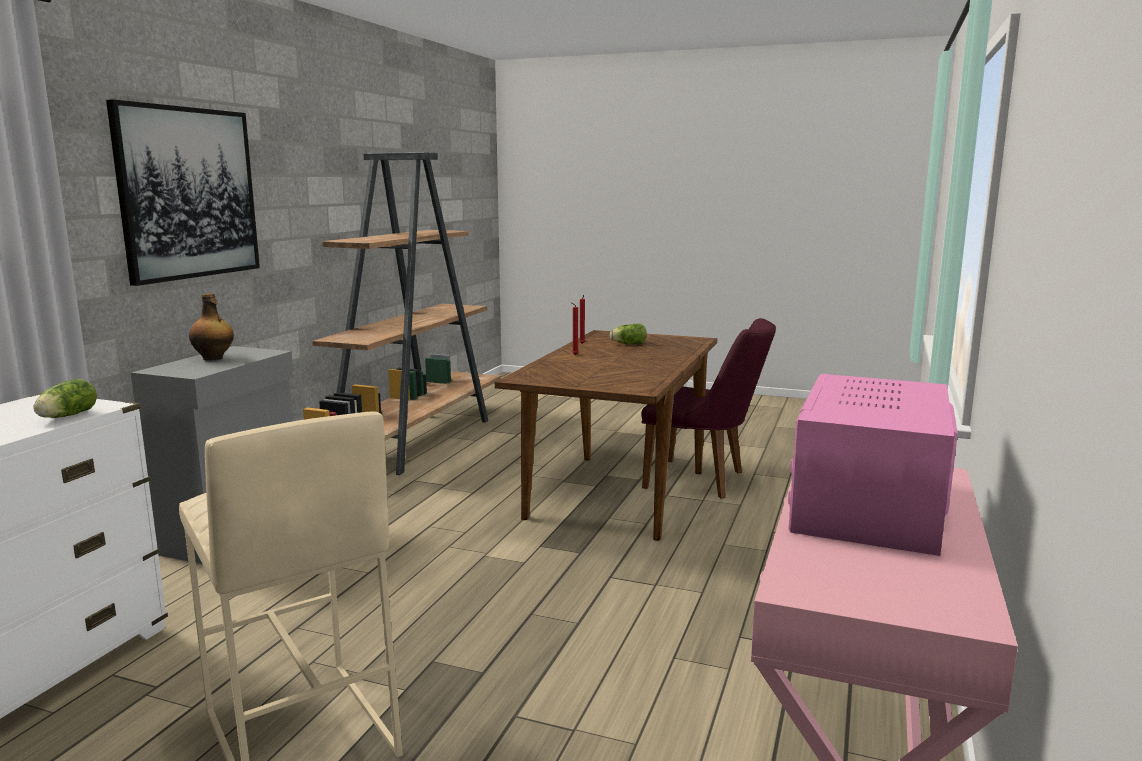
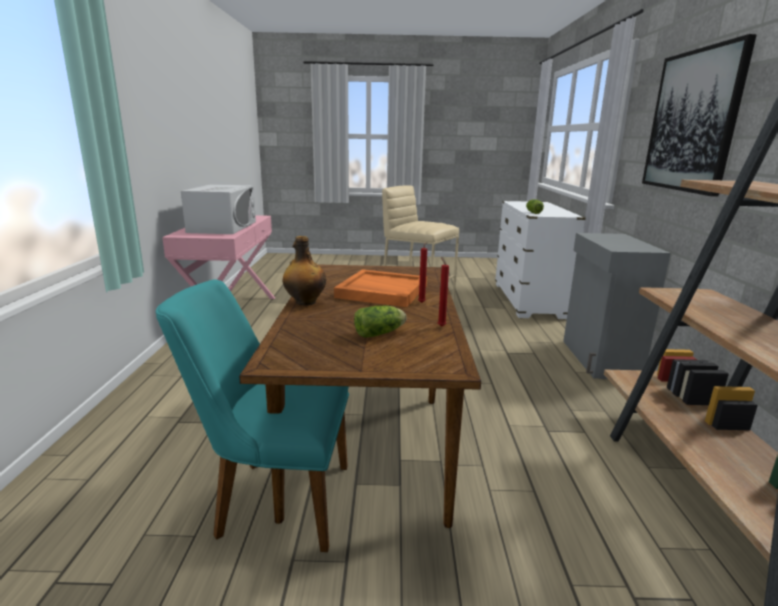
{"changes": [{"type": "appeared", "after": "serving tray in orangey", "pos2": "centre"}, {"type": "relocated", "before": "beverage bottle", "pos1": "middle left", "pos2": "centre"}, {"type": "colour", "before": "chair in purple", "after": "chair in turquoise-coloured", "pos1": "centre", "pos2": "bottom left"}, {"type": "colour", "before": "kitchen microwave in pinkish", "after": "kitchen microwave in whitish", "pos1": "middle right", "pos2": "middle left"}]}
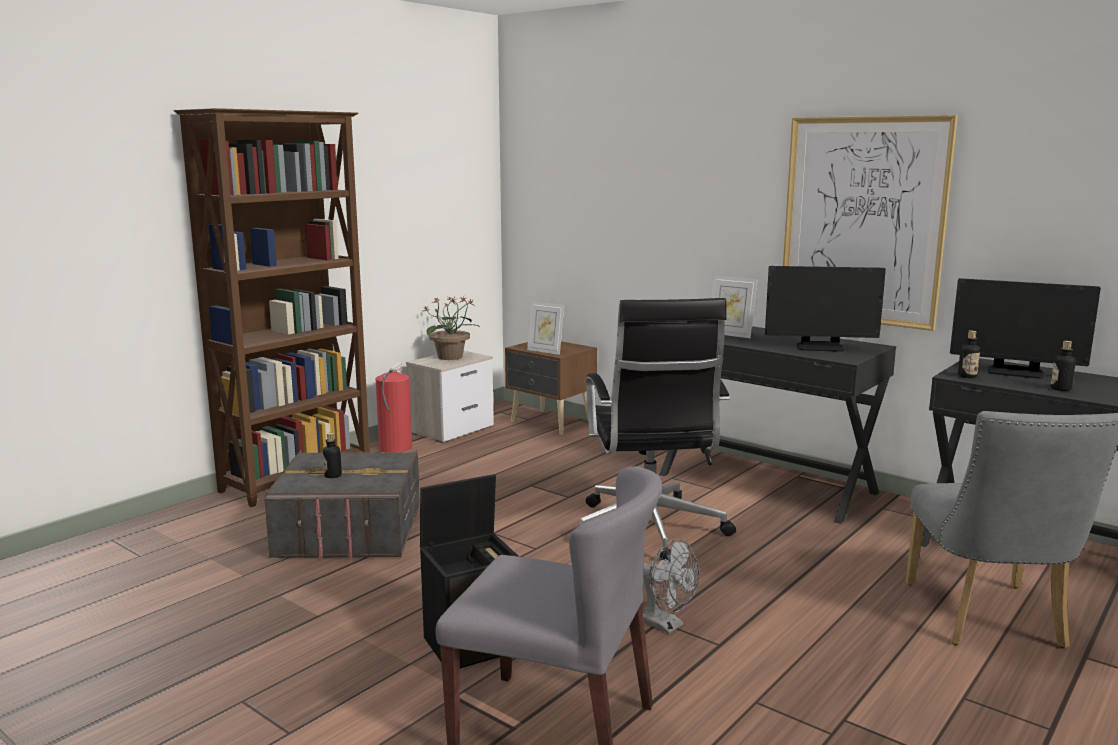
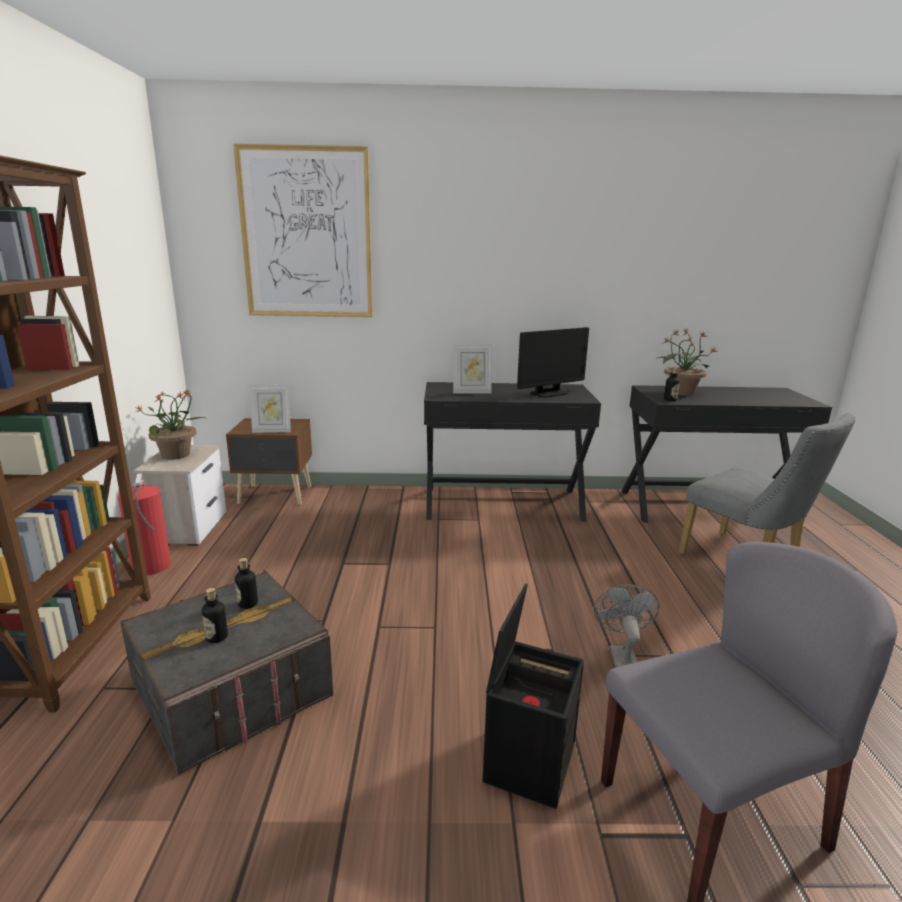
{"changes": [{"type": "missing", "before": "desk chair in blackish", "pos1": "centre"}, {"type": "relocated", "before": "wall picture", "pos1": "top right", "pos2": "top centre"}, {"type": "relocated", "before": "beverage bottle (no. 3 from left in the first image)", "after": "beverage bottle (no. 2 from left)", "pos1": "middle right", "pos2": "middle left"}, {"type": "exchanged", "before": "computer display (no. 2 from left)", "after": "plant in a pot (no. 2 from left)", "pos1": "middle right", "pos2": "middle right"}, {"type": "spun", "before": "cooling fan in greyish", "pos1": "bottom centre", "pos2": "bottom right", "turn": -90}]}
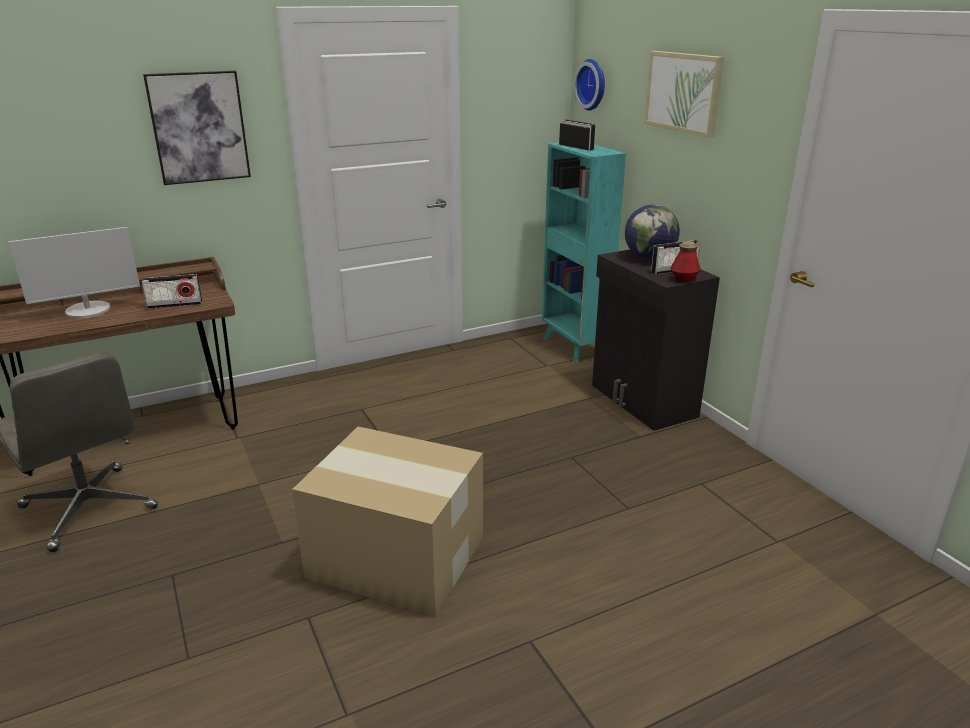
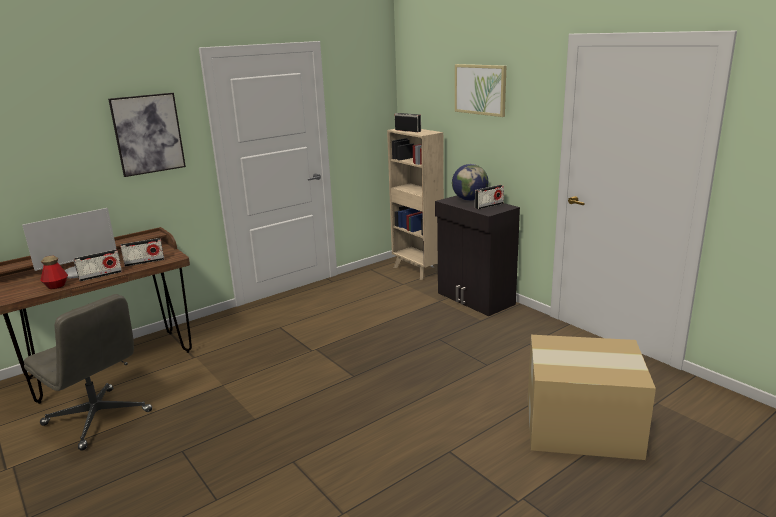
{"changes": [{"type": "missing", "before": "clock on the wall", "pos1": "top centre"}, {"type": "appeared", "after": "radio set (no. 1 from left)", "pos2": "middle left"}, {"type": "relocated", "before": "carton", "pos1": "bottom centre", "pos2": "bottom right"}, {"type": "relocated", "before": "beverage bottle", "pos1": "middle right", "pos2": "middle left"}, {"type": "colour", "before": "shelving unit in turquoise-coloured", "after": "shelving unit in beige-coloured", "pos1": "centre", "pos2": "centre"}]}
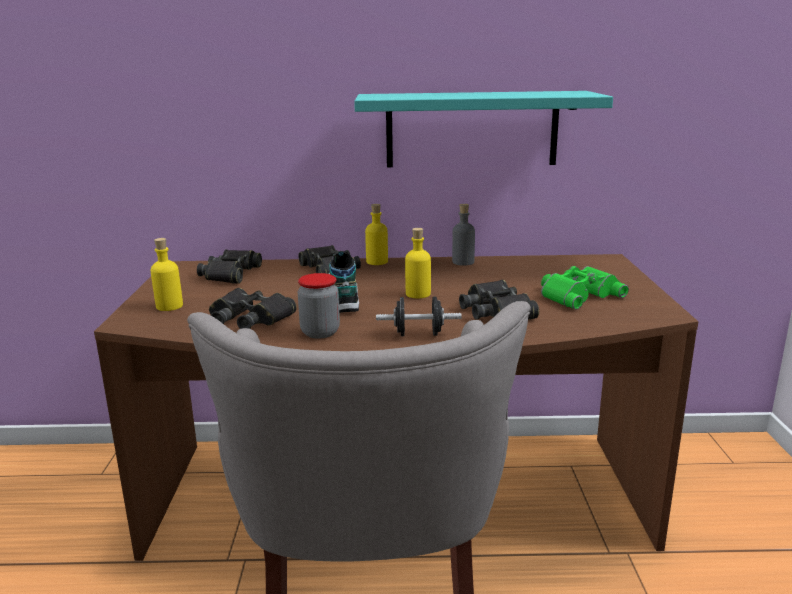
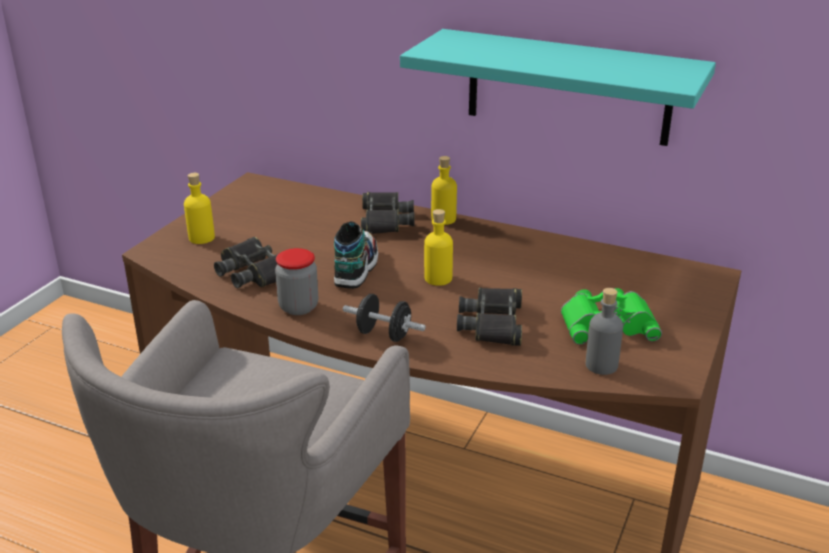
{"changes": [{"type": "missing", "before": "pair of binoculars in blackish (no. 1 from left)", "pos1": "middle left"}, {"type": "relocated", "before": "beverage bottle in greyish", "pos1": "centre", "pos2": "middle right"}]}
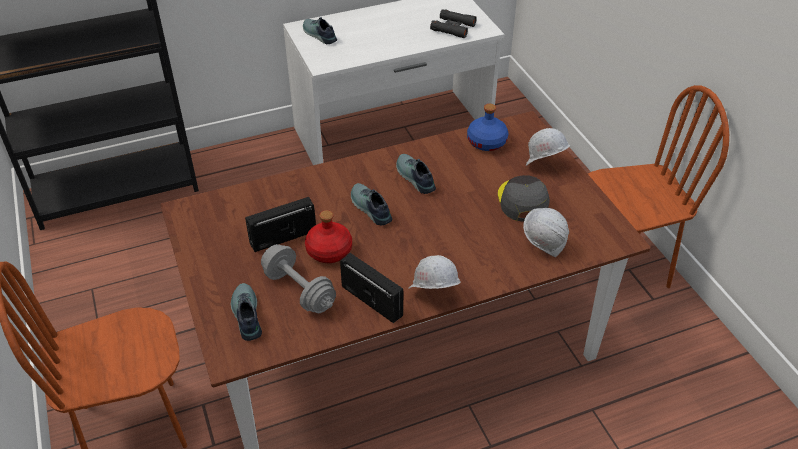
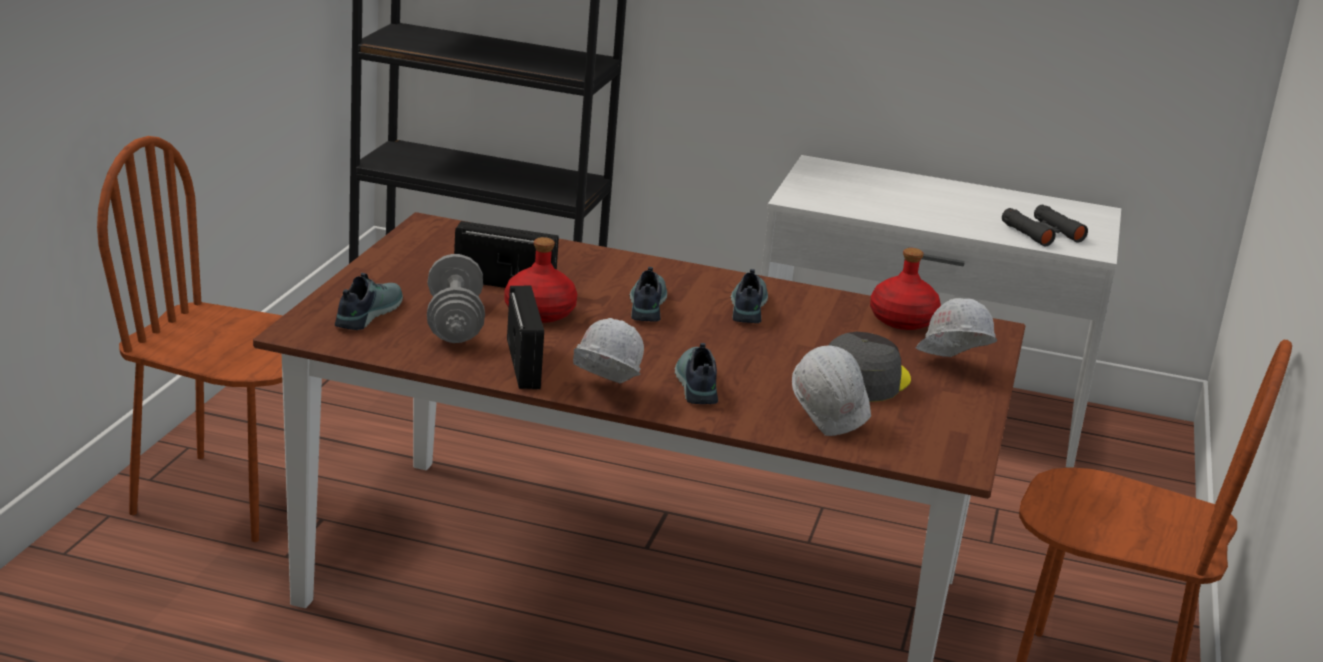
{"changes": [{"type": "relocated", "before": "item of footwear (no. 2 from left in the first image)", "after": "item of footwear (no. 3 from left)", "pos1": "top centre", "pos2": "centre"}, {"type": "colour", "before": "beverage bottle in blue", "after": "beverage bottle in red-coloured (no. 2 from left)", "pos1": "top centre", "pos2": "middle right"}]}
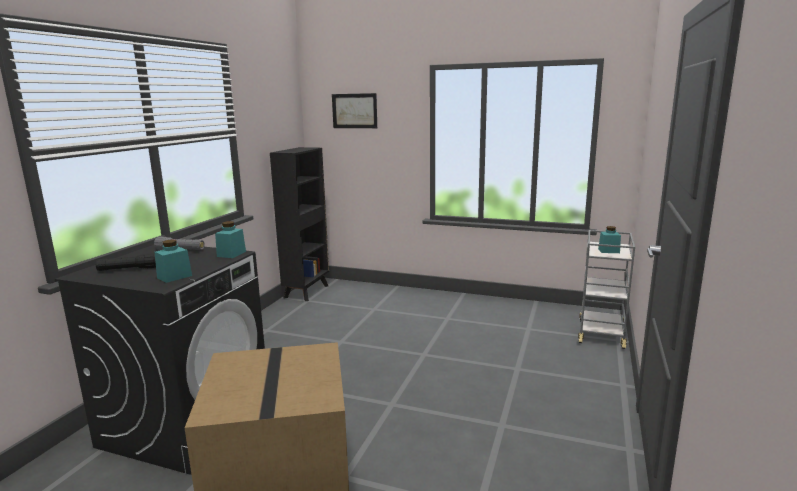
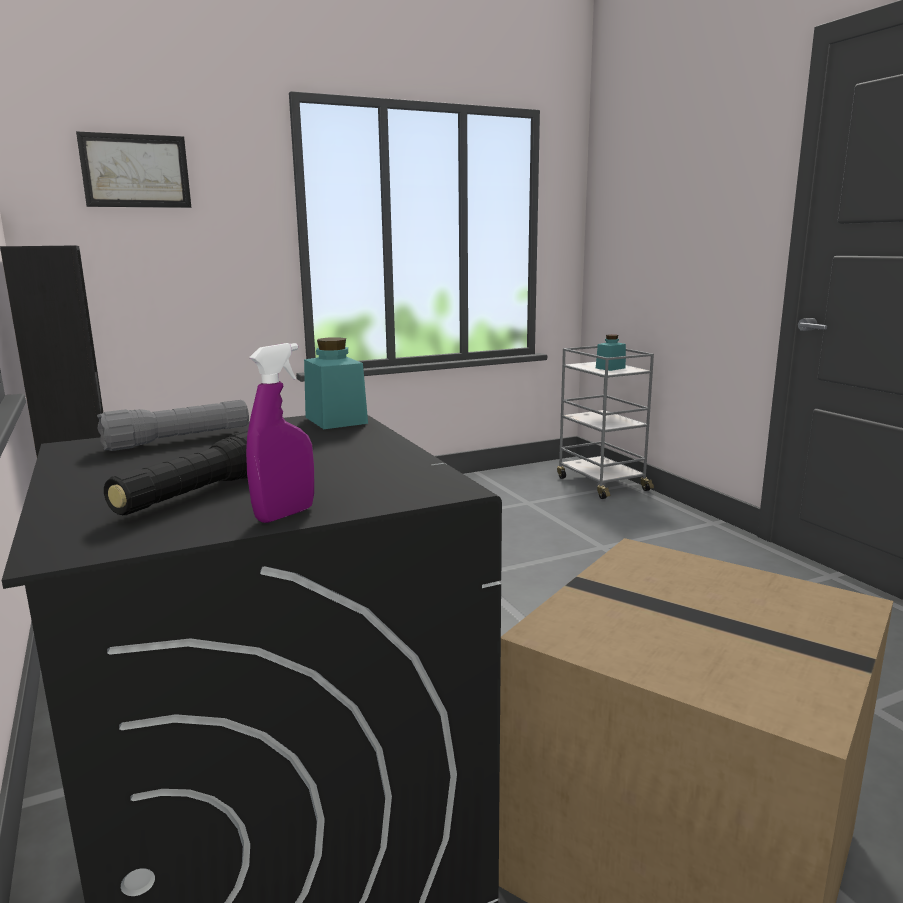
{"changes": [{"type": "missing", "before": "storage jar in turquoise-coloured (no. 1 from left)", "pos1": "middle left"}, {"type": "appeared", "after": "hand sprayer in purple", "pos2": "middle left"}]}
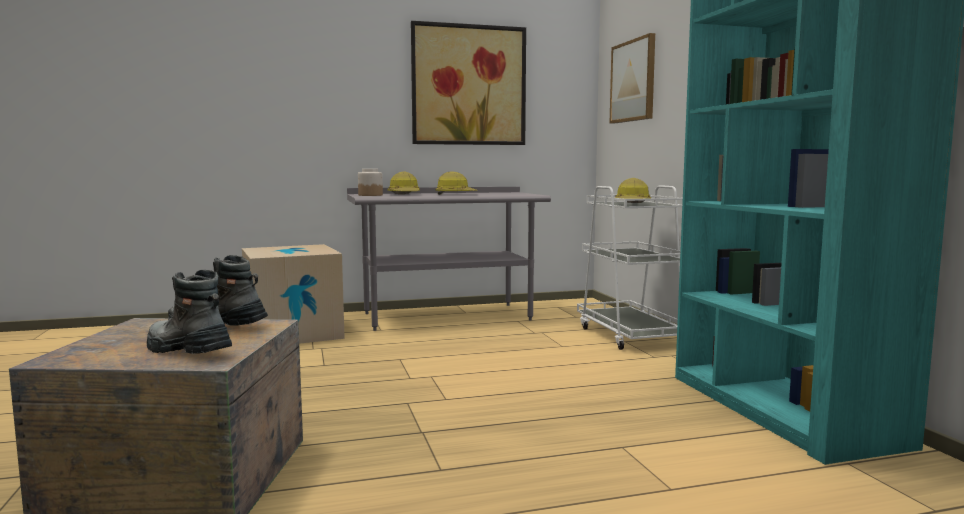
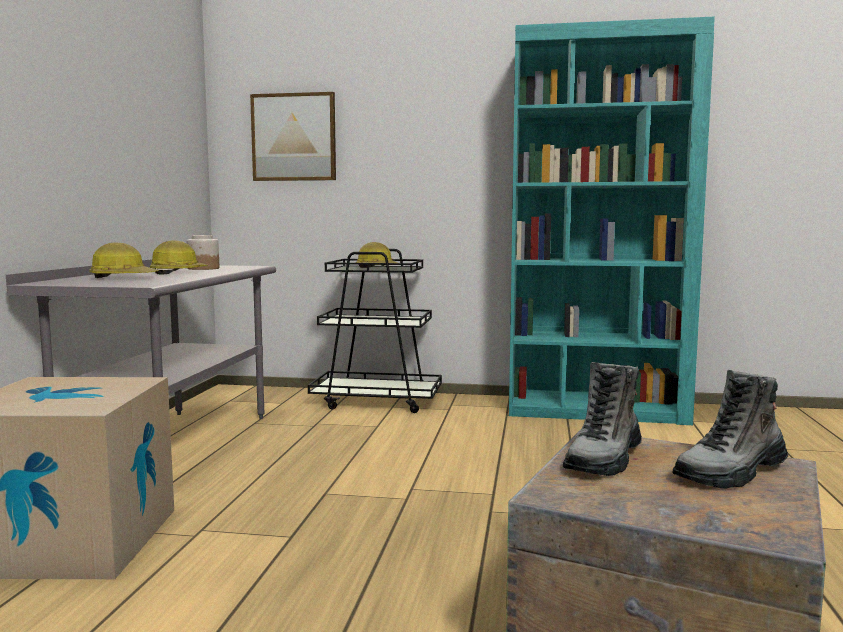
{"changes": [{"type": "missing", "before": "wall picture (no. 1 from left)", "pos1": "top centre"}, {"type": "relocated", "before": "storage jar", "pos1": "centre", "pos2": "middle left"}, {"type": "colour", "before": "trolley in whitish", "after": "trolley in blackish", "pos1": "centre", "pos2": "centre"}]}
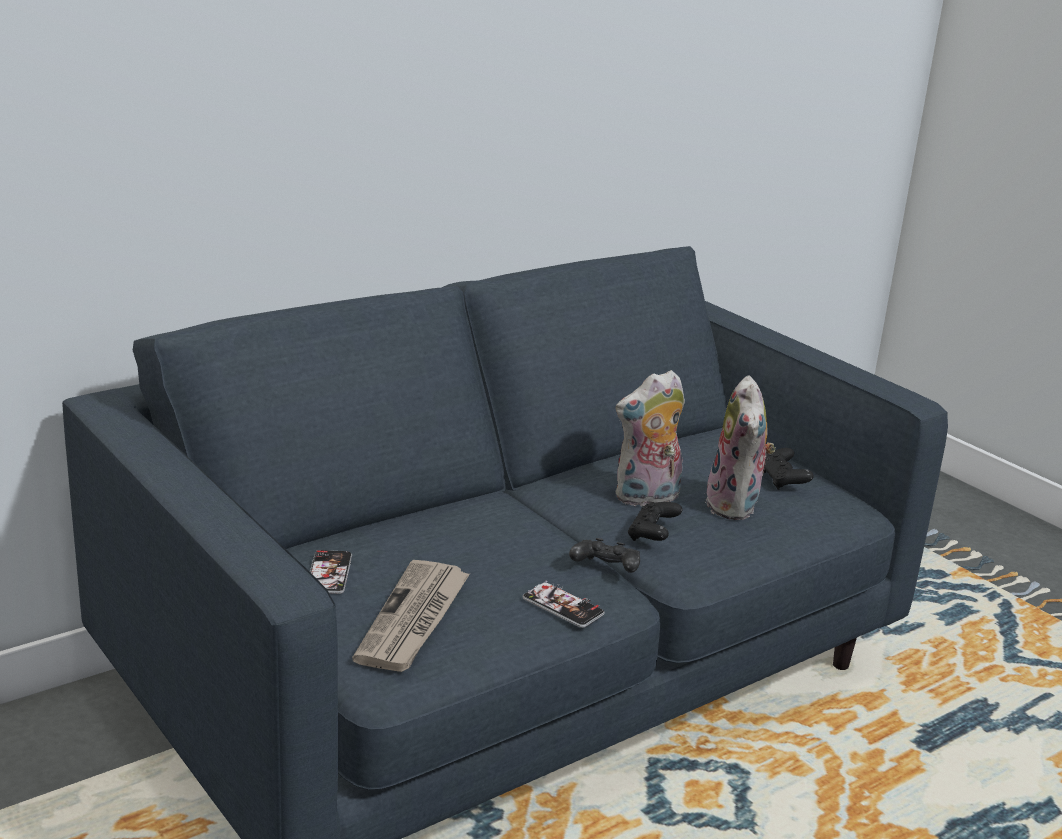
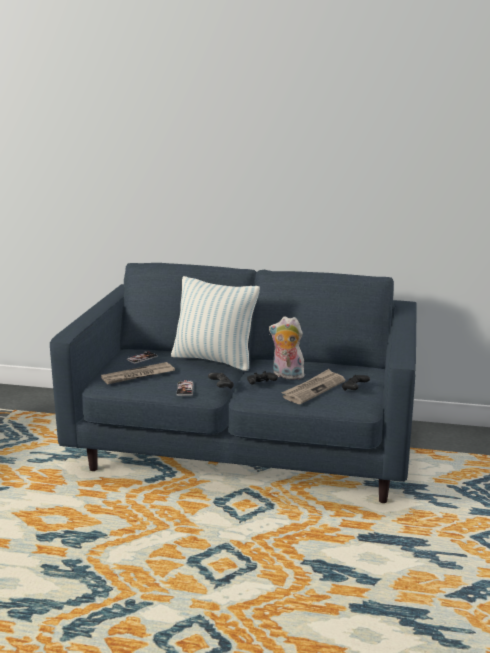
{"changes": [{"type": "appeared", "after": "cushion", "pos2": "centre"}, {"type": "exchanged", "before": "plush toy (no. 2 from left)", "after": "newspaper (no. 2 from left)", "pos1": "middle right", "pos2": "centre"}]}
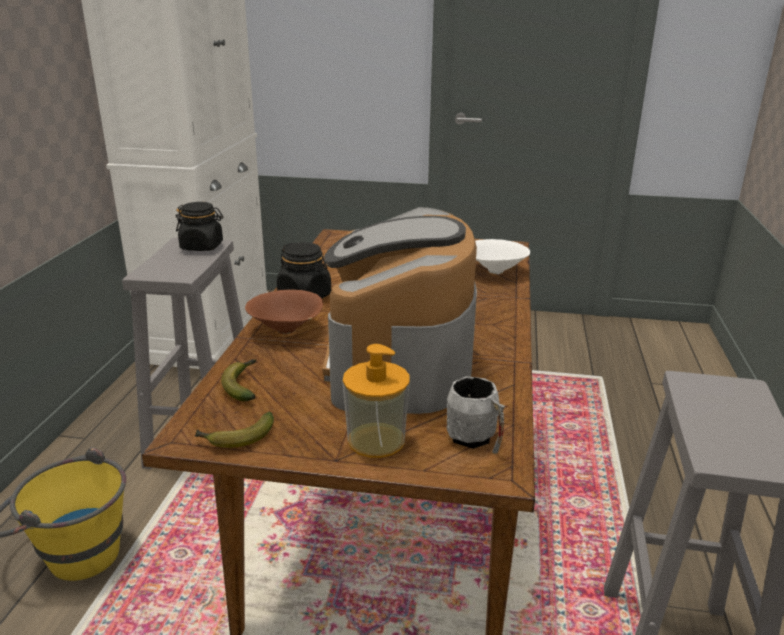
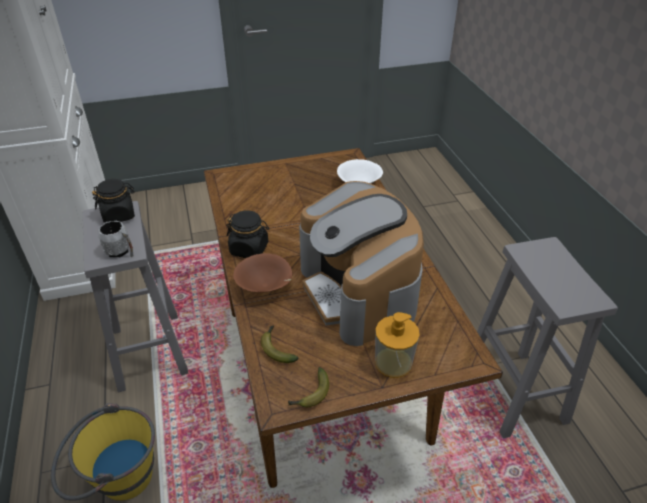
{"changes": [{"type": "relocated", "before": "mug in greyish", "pos1": "centre", "pos2": "middle left"}]}
